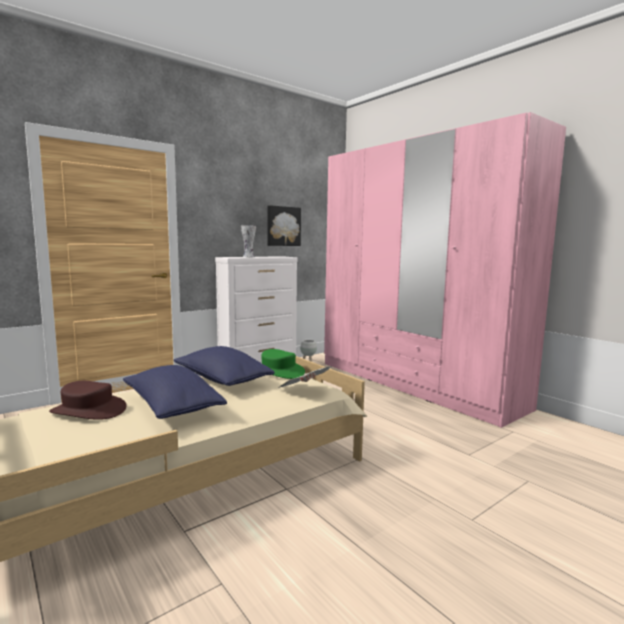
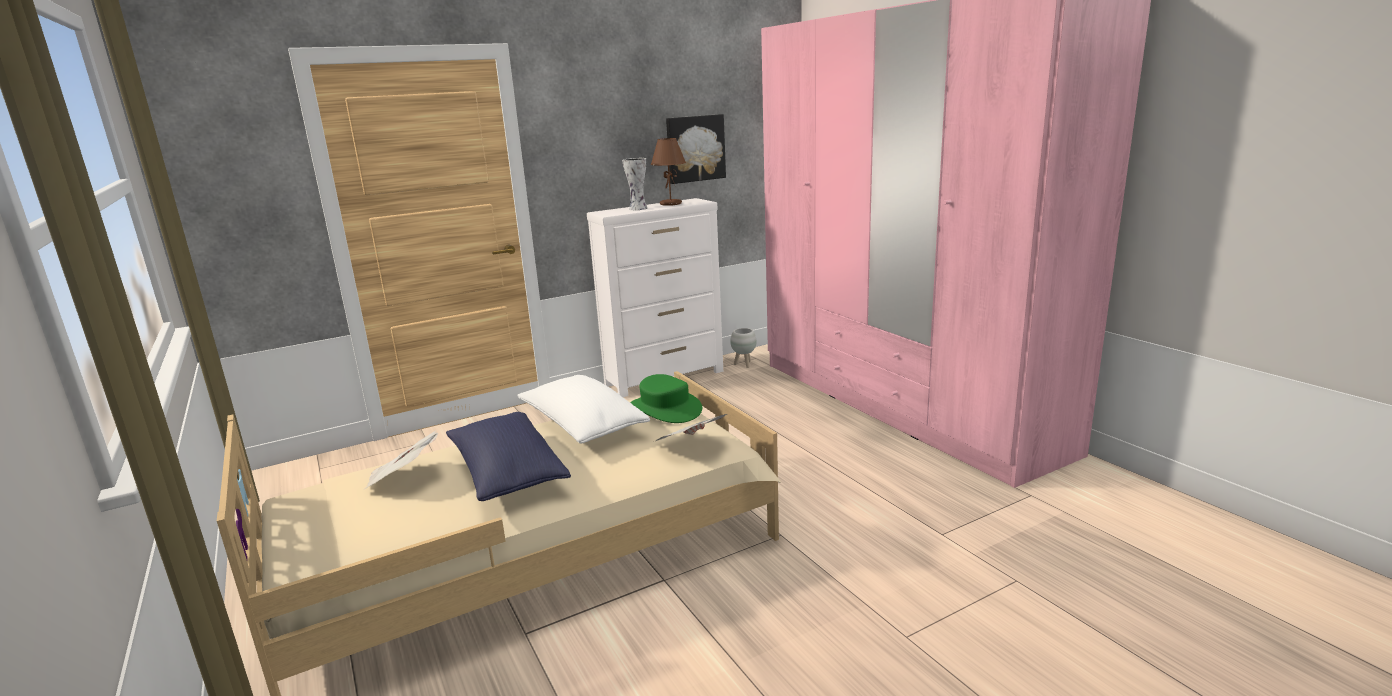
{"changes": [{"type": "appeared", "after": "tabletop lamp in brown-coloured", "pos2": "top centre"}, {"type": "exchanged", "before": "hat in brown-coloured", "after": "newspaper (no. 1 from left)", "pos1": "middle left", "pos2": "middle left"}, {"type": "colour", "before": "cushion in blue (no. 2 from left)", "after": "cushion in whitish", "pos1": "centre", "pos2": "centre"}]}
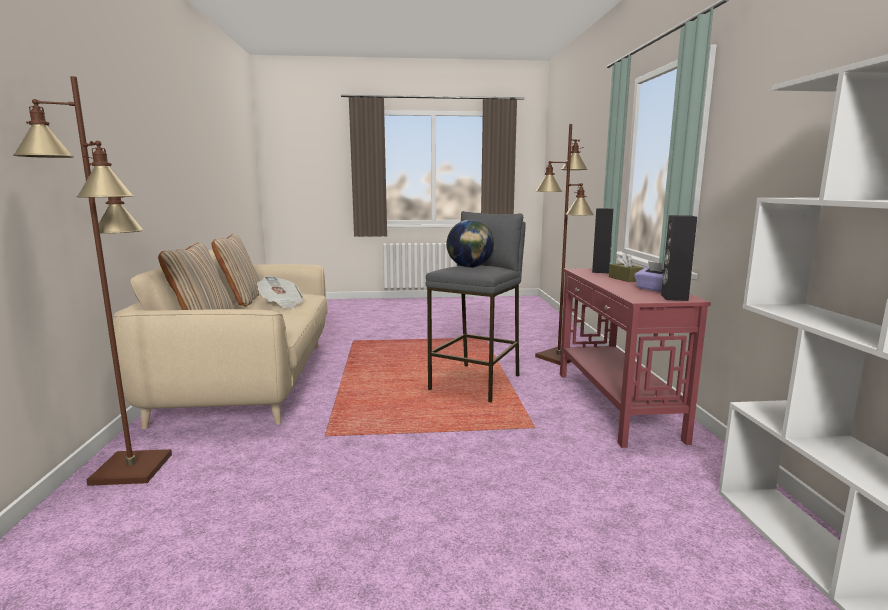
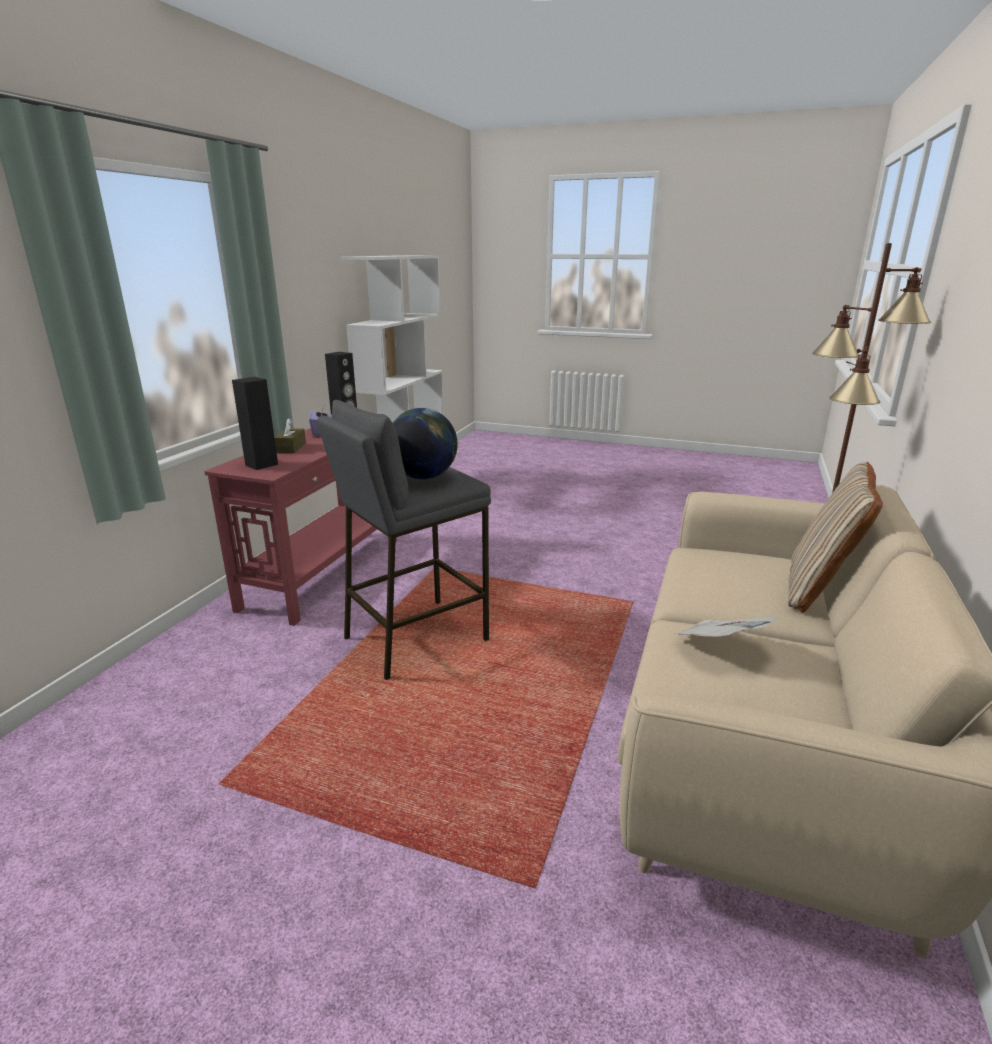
{"changes": [{"type": "missing", "before": "cushion in beige-coloured (no. 2 from left)", "pos1": "middle left"}, {"type": "missing", "before": "standing lamp in brown-coloured (no. 2 from left)", "pos1": "centre"}]}
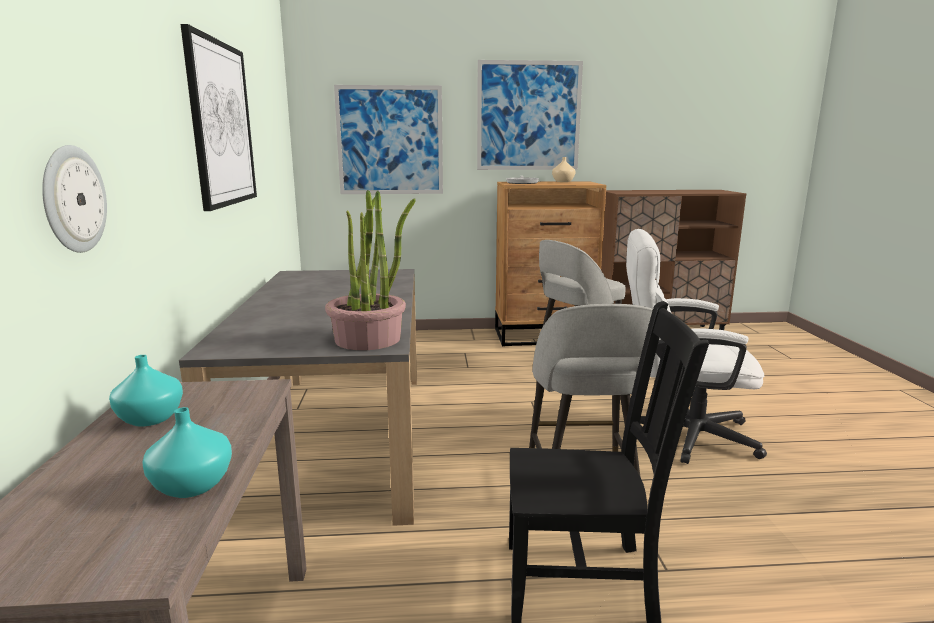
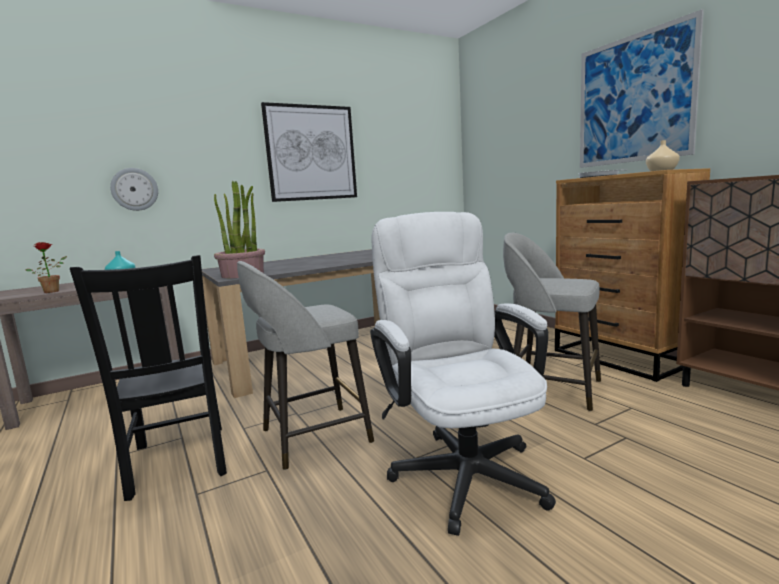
{"changes": [{"type": "missing", "before": "wall picture (no. 2 from left)", "pos1": "top centre"}, {"type": "exchanged", "before": "flower vase in turquoise-coloured (no. 2 from left)", "after": "plant in a pot (no. 1 from left)", "pos1": "bottom left", "pos2": "middle left"}]}
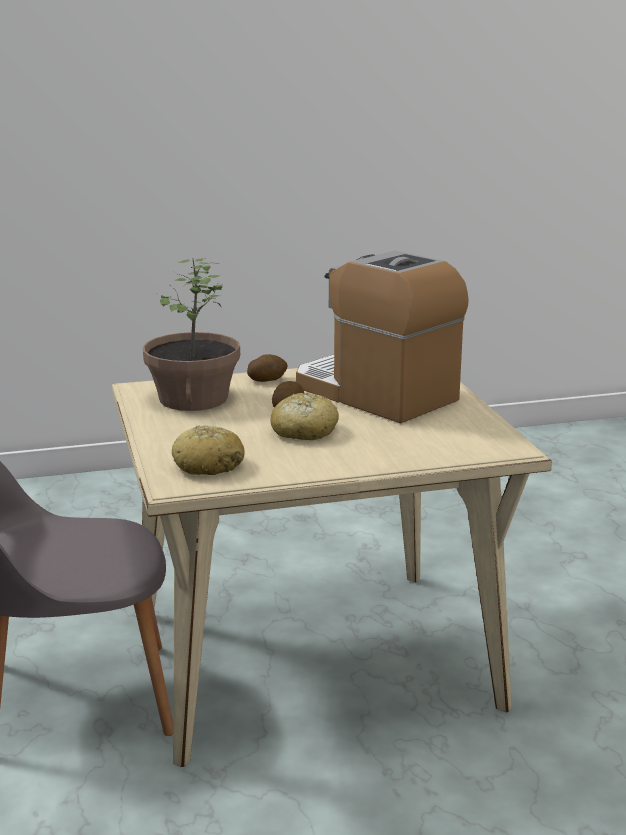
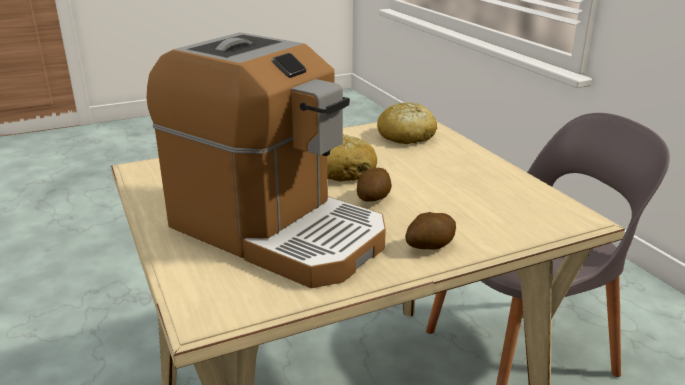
{"changes": [{"type": "missing", "before": "plant in a pot", "pos1": "middle left"}]}
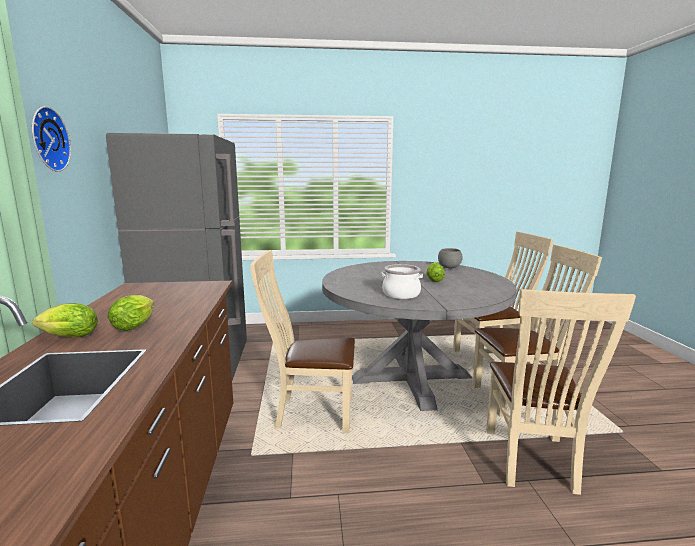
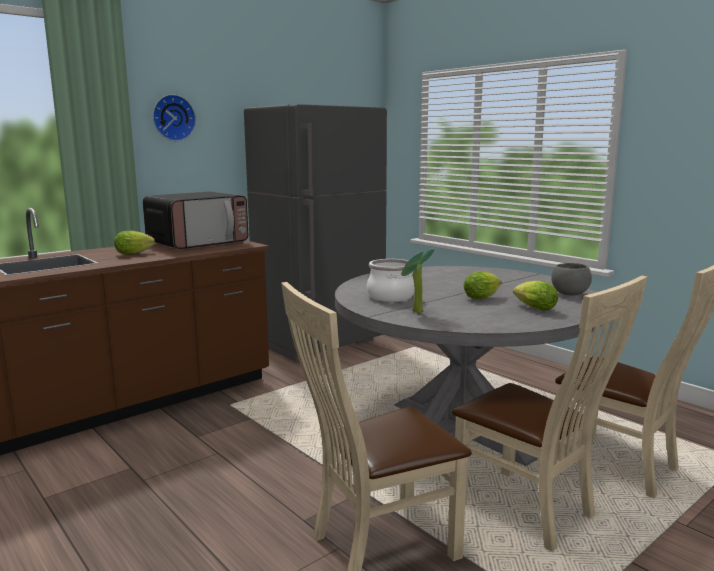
{"changes": [{"type": "missing", "before": "chair in beige-coloured (no. 1 from left)", "pos1": "centre"}, {"type": "appeared", "after": "kitchen microwave", "pos2": "middle left"}, {"type": "appeared", "after": "plant in a pot", "pos2": "centre"}, {"type": "relocated", "before": "lettuce (no. 1 from left in the first image)", "after": "lettuce (no. 3 from left)", "pos1": "middle left", "pos2": "middle right"}]}
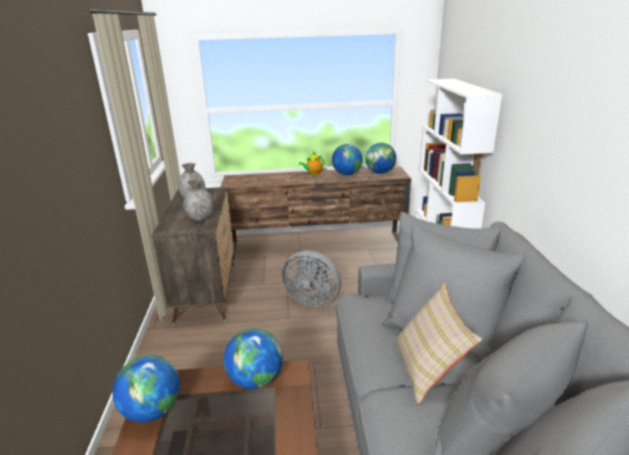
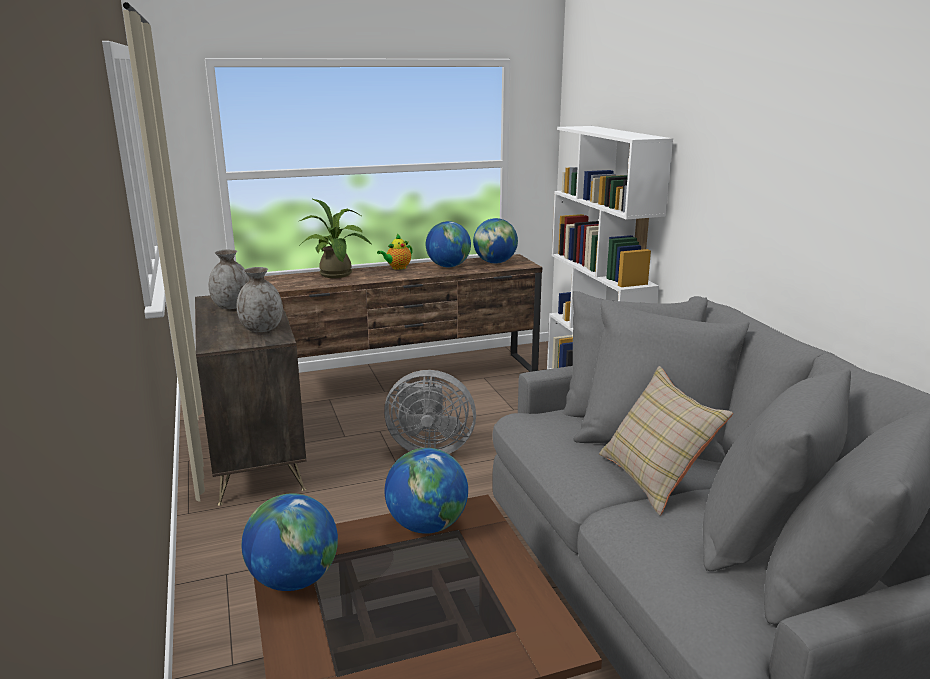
{"changes": [{"type": "appeared", "after": "plant in a pot", "pos2": "centre"}]}
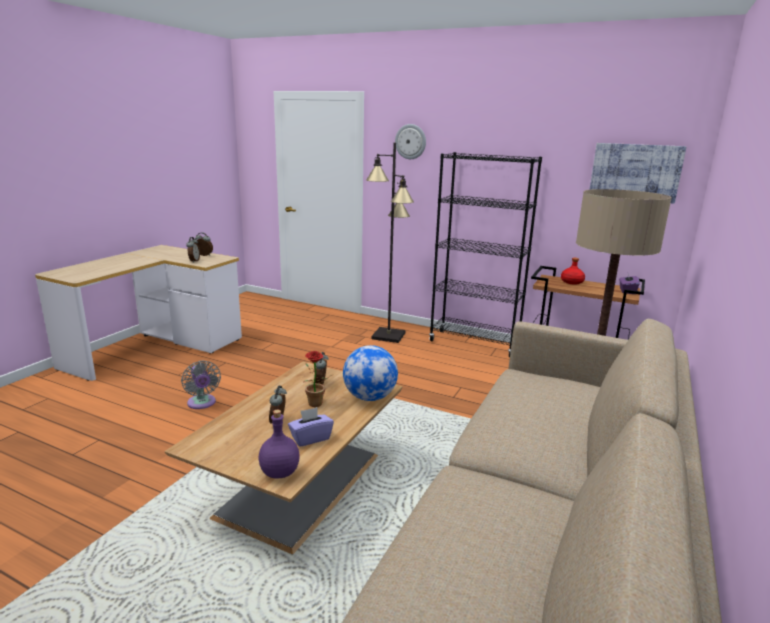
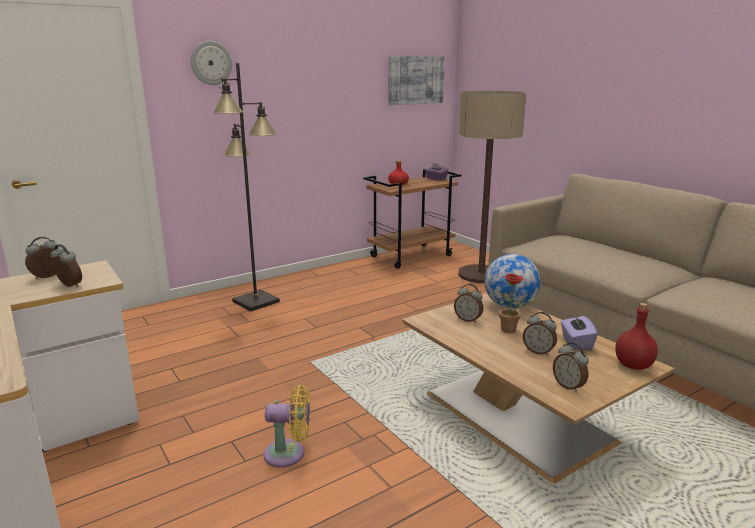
{"changes": [{"type": "missing", "before": "shelving unit in blackish", "pos1": "centre"}, {"type": "appeared", "after": "alarm clock (no. 5 from left)", "pos2": "bottom right"}, {"type": "colour", "before": "cooling fan in greyish", "after": "cooling fan in yellow", "pos1": "middle left", "pos2": "bottom centre"}, {"type": "colour", "before": "beverage bottle in purple", "after": "beverage bottle in red-coloured (no. 2 from left)", "pos1": "bottom centre", "pos2": "middle right"}]}
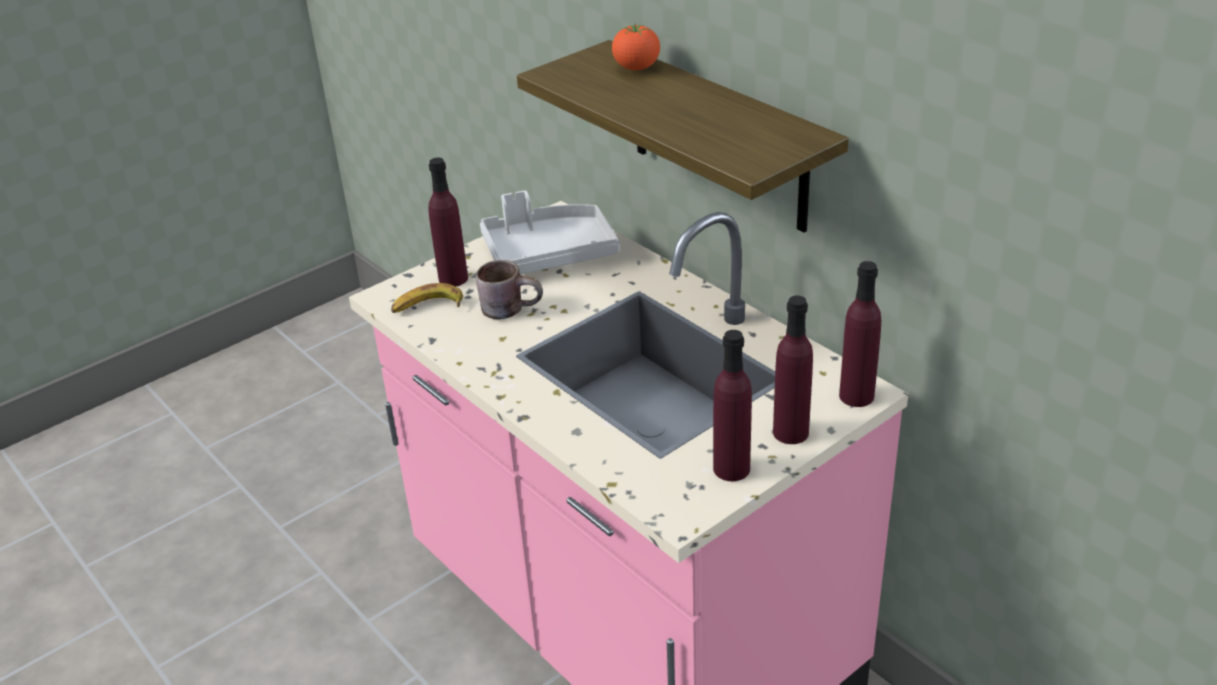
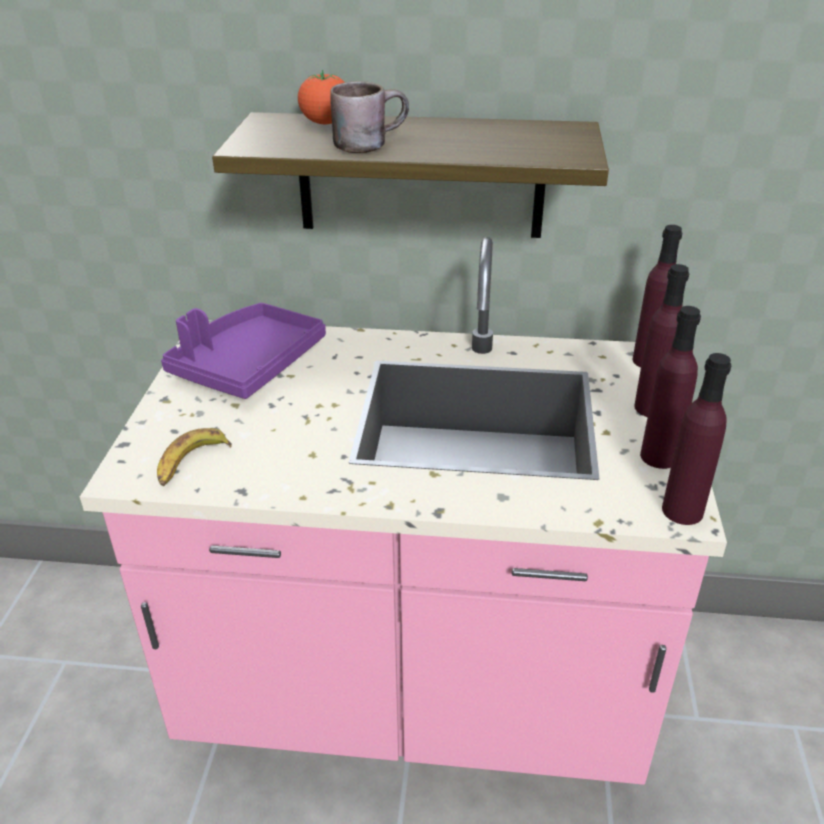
{"changes": [{"type": "relocated", "before": "beverage bottle in purple (no. 1 from left in the first image)", "after": "beverage bottle in purple (no. 4 from left)", "pos1": "top centre", "pos2": "middle right"}, {"type": "relocated", "before": "mug in brown-coloured", "pos1": "centre", "pos2": "top centre"}, {"type": "colour", "before": "serving tray in greyish", "after": "serving tray in purple", "pos1": "centre", "pos2": "middle left"}]}
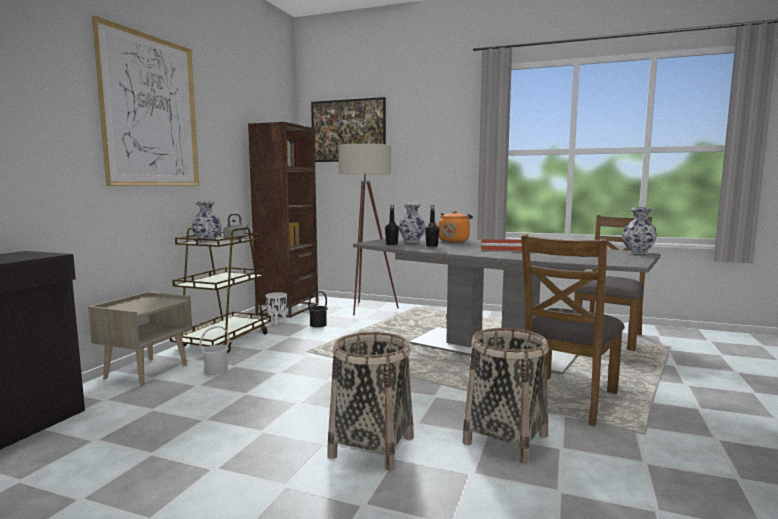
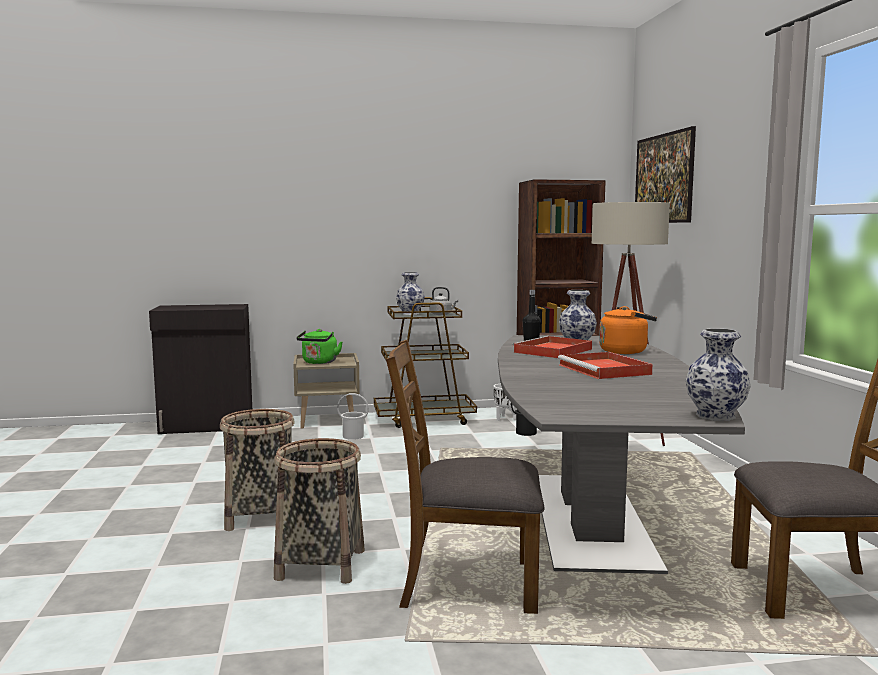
{"changes": [{"type": "missing", "before": "wall picture (no. 1 from left)", "pos1": "top left"}, {"type": "appeared", "after": "kettle in greenish", "pos2": "centre"}, {"type": "exchanged", "before": "beverage bottle in blackish (no. 2 from left)", "after": "serving tray in red-coloured (no. 1 from left)", "pos1": "centre", "pos2": "centre"}]}
